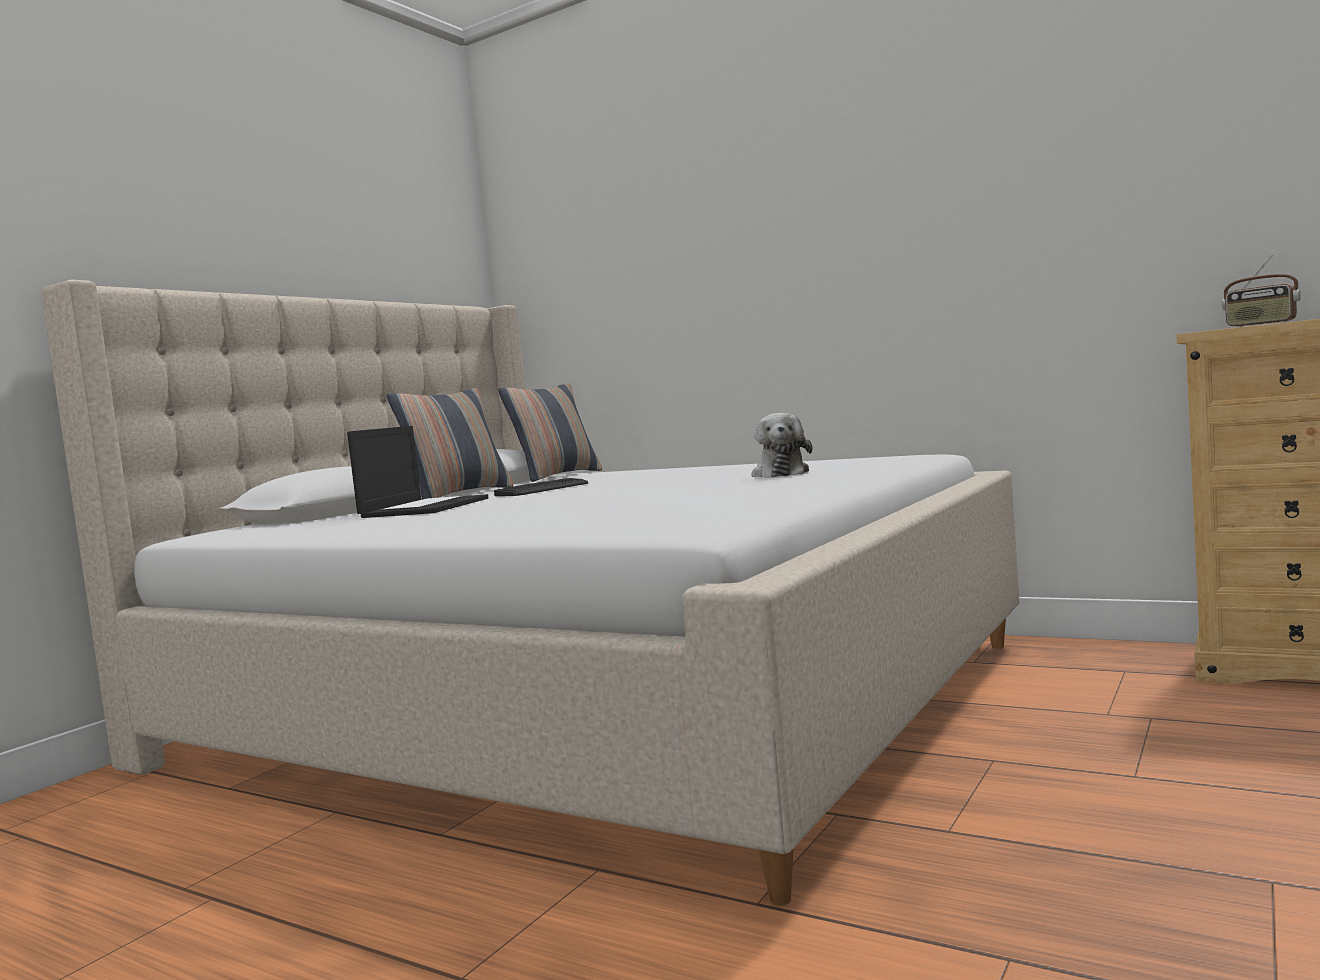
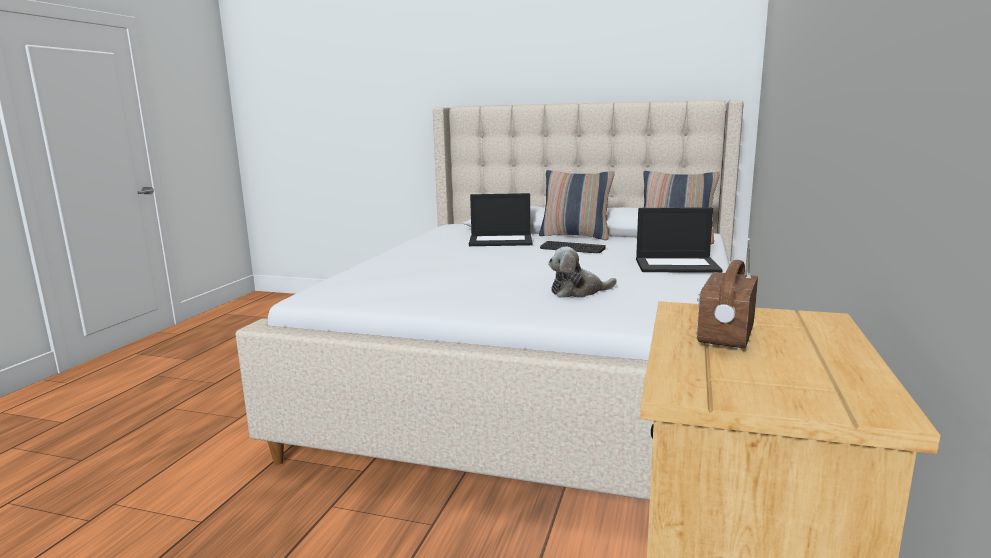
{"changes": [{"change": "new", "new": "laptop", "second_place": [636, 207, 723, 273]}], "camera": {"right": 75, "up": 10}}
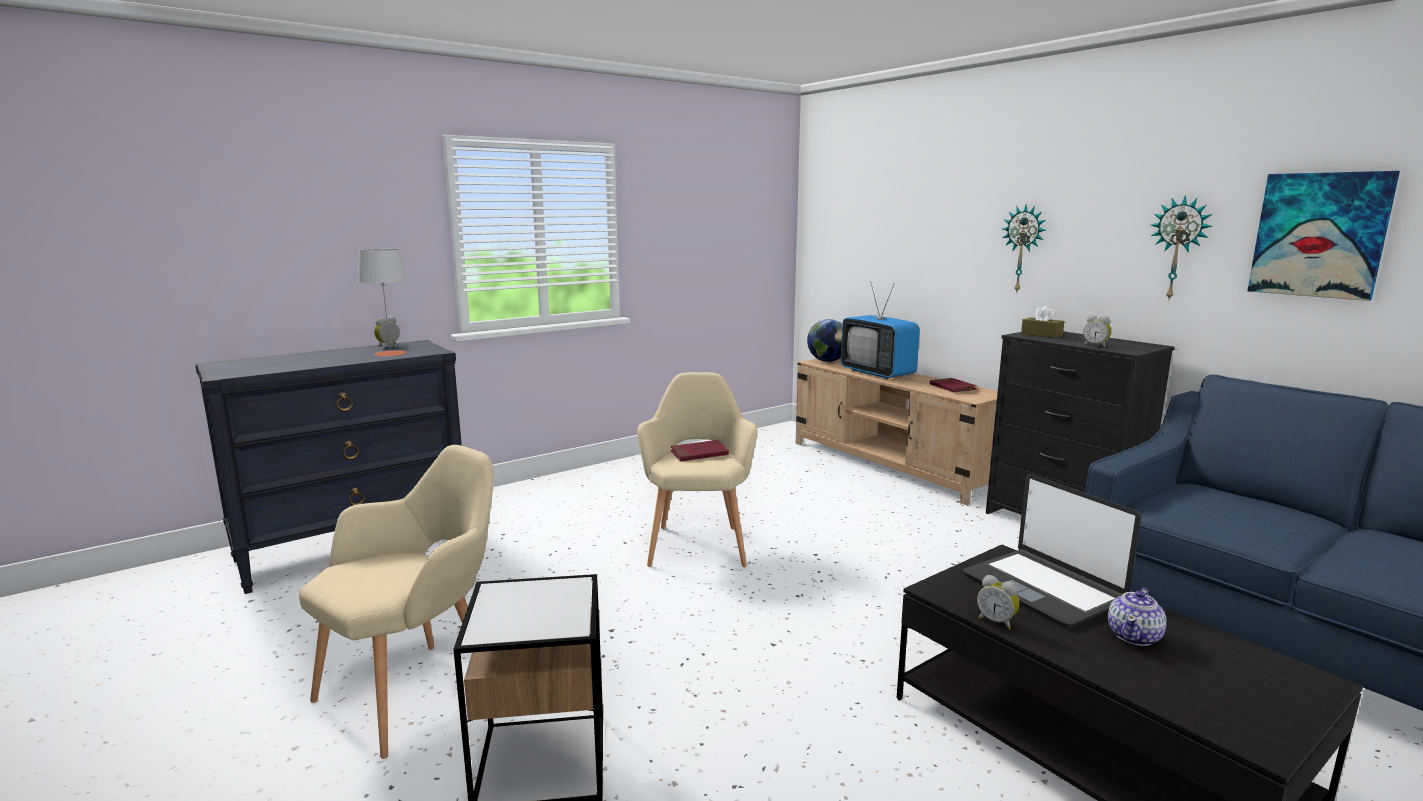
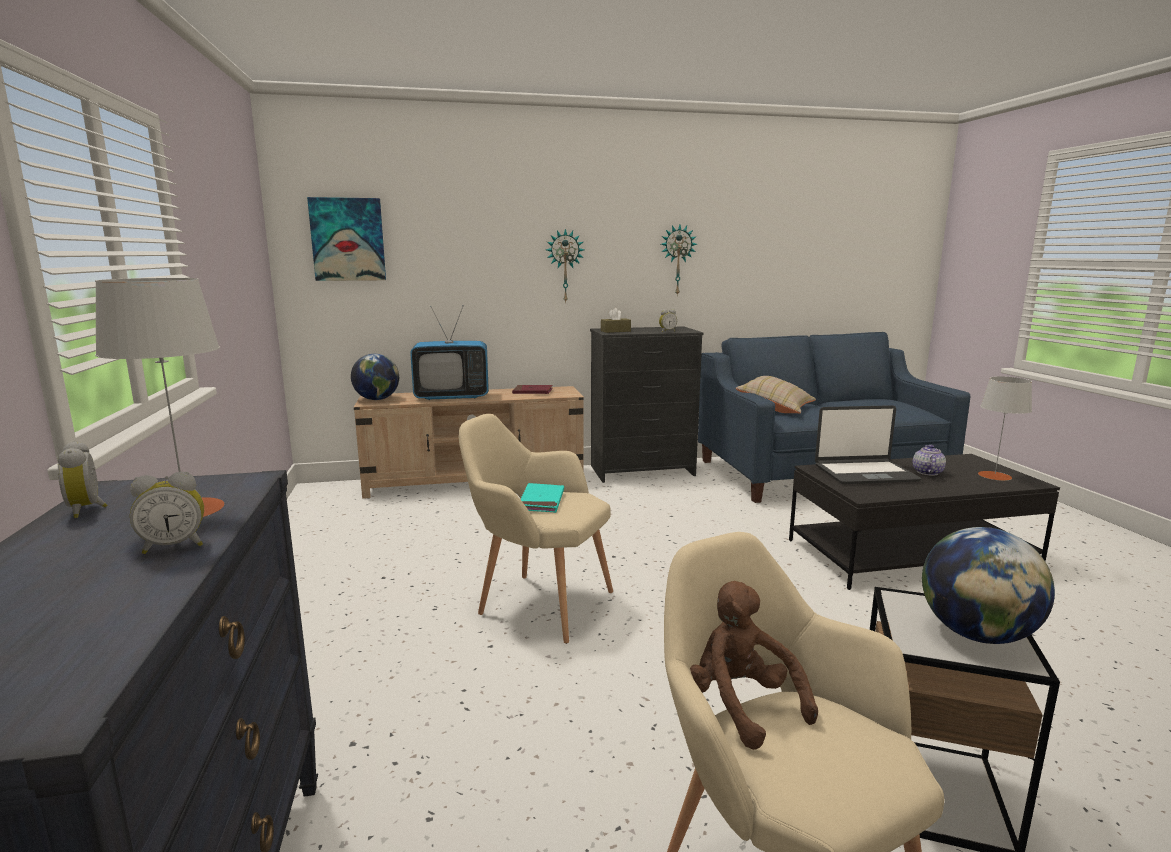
{"changes": [{"change": "repainted", "old": "red book", "new": "turquoise book", "first_place": [671, 440, 729, 462], "second_place": [521, 483, 564, 513]}, {"change": "shifted", "old": "alarm clock", "first_place": [977, 575, 1019, 630], "second_place": [130, 472, 204, 554]}, {"change": "rotated", "old": "teapot", "first_place": [1108, 588, 1167, 646], "second_place": [912, 445, 946, 476], "degrees": -135}, {"change": "shifted", "old": "picture", "first_place": [1247, 171, 1400, 301], "second_place": [307, 197, 386, 281]}, {"change": "new", "new": "brown plush toy", "second_place": [690, 581, 818, 750]}, {"change": "new", "new": "beige pillow", "second_place": [735, 376, 816, 413]}, {"change": "new", "new": "globe", "second_place": [922, 527, 1055, 644]}, {"change": "new", "new": "grey table lamp", "second_place": [978, 376, 1032, 481]}], "camera": {"right": -65, "up": 0}}
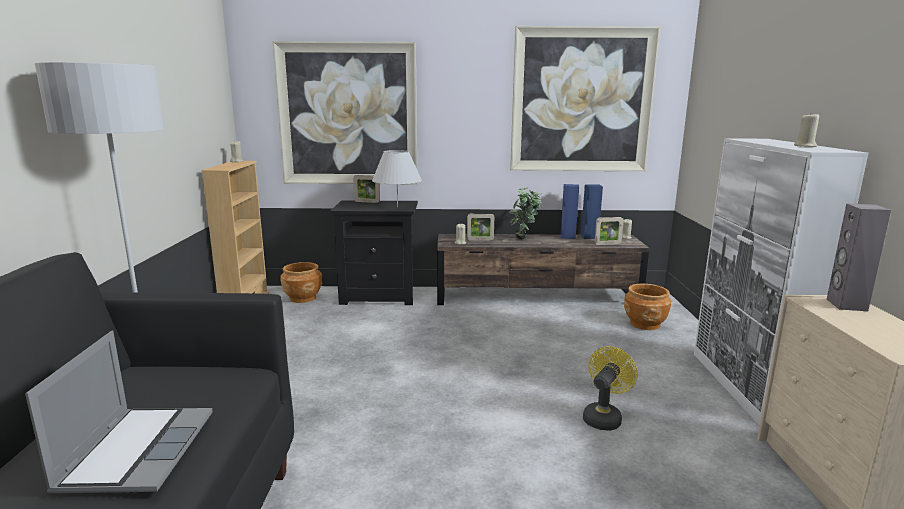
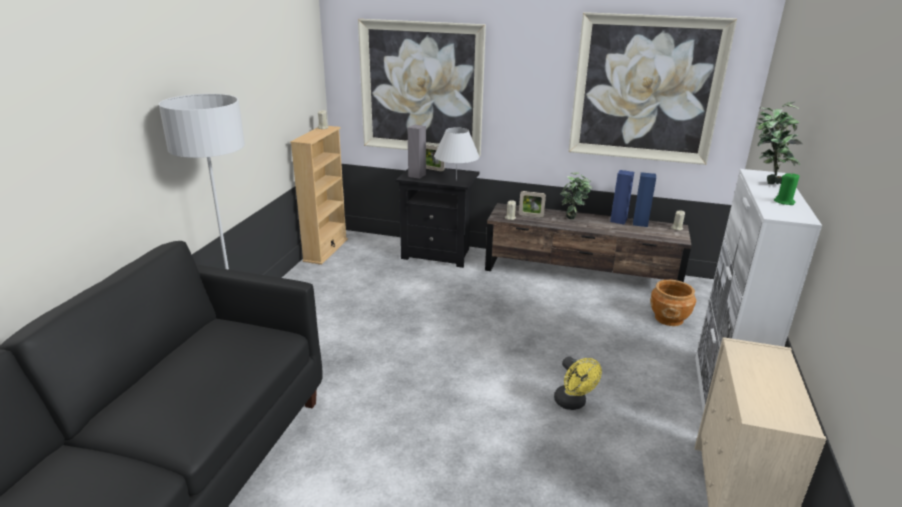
{"changes": [{"change": "gone", "old": "laptop", "first_place": [25, 331, 213, 493]}, {"change": "gone", "old": "brown planter", "first_place": [281, 262, 322, 303]}, {"change": "rotated", "old": "yellow fan", "first_place": [583, 346, 638, 431], "second_place": [554, 356, 602, 410], "degrees": 105}, {"change": "gone", "old": "picture frame", "first_place": [595, 217, 624, 245]}, {"change": "repainted", "old": "beige candle", "new": "green candle", "first_place": [794, 112, 819, 147], "second_place": [774, 172, 799, 205]}, {"change": "shifted", "old": "grey speaker", "first_place": [826, 203, 891, 311], "second_place": [408, 125, 426, 179]}, {"change": "new", "new": "potted plant", "second_place": [756, 102, 803, 184]}], "camera": {"right": 15, "up": 10}}
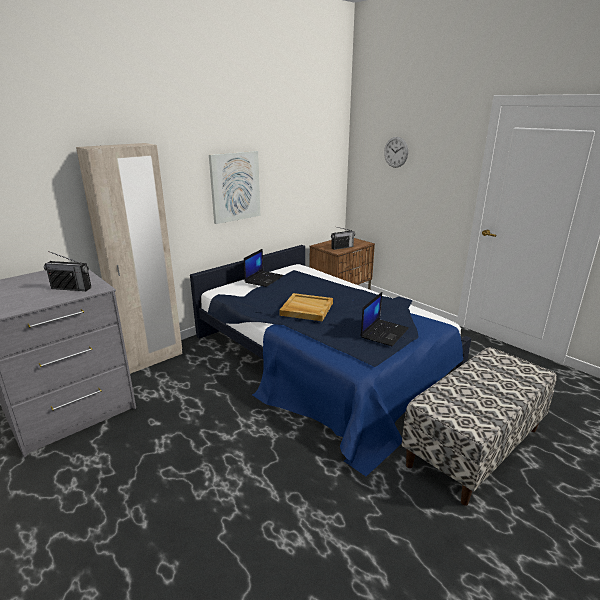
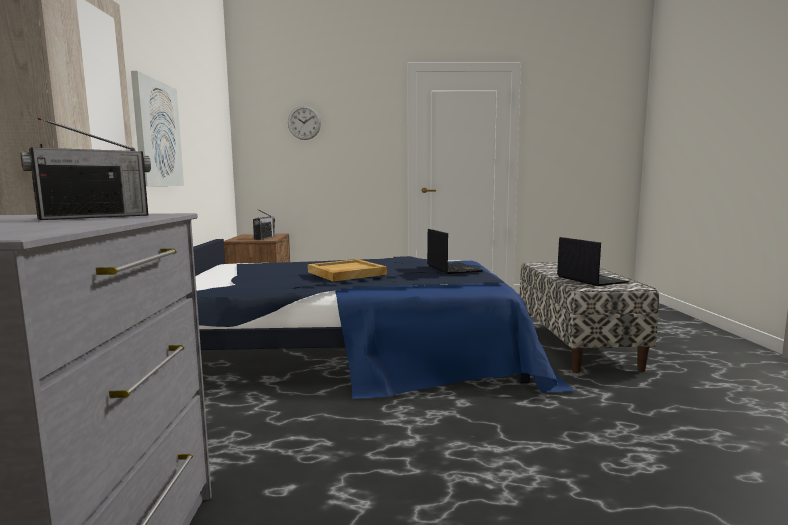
{"changes": [{"change": "shifted", "old": "laptop", "first_place": [244, 249, 284, 287], "second_place": [557, 237, 629, 286]}], "camera": {"right": -50, "up": -15}}
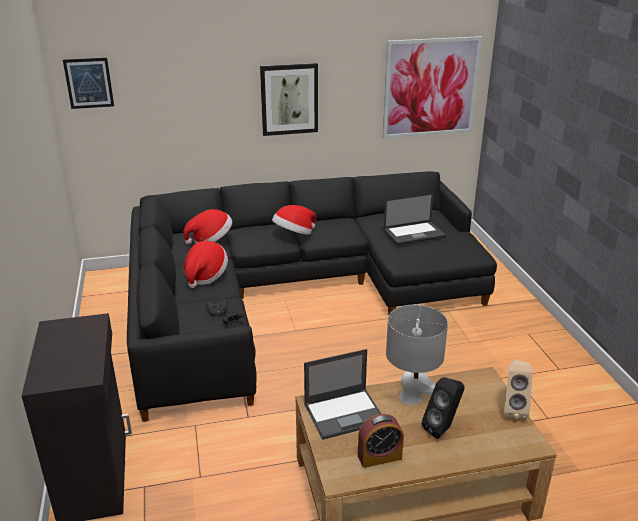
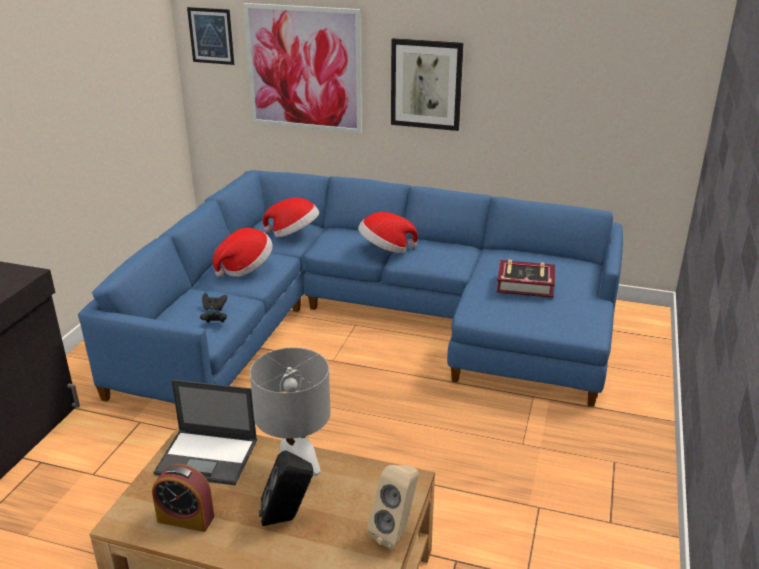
{"changes": [{"change": "repainted", "old": "black sofa", "new": "blue sofa", "first_place": [127, 171, 497, 422], "second_place": [78, 170, 623, 407]}, {"change": "shifted", "old": "picture", "first_place": [383, 36, 482, 138], "second_place": [243, 3, 362, 134]}, {"change": "swapped", "old": "laptop", "new": "book", "first_place": [384, 193, 445, 245], "second_place": [496, 260, 555, 298]}], "camera": {"right": 30, "up": 0}}
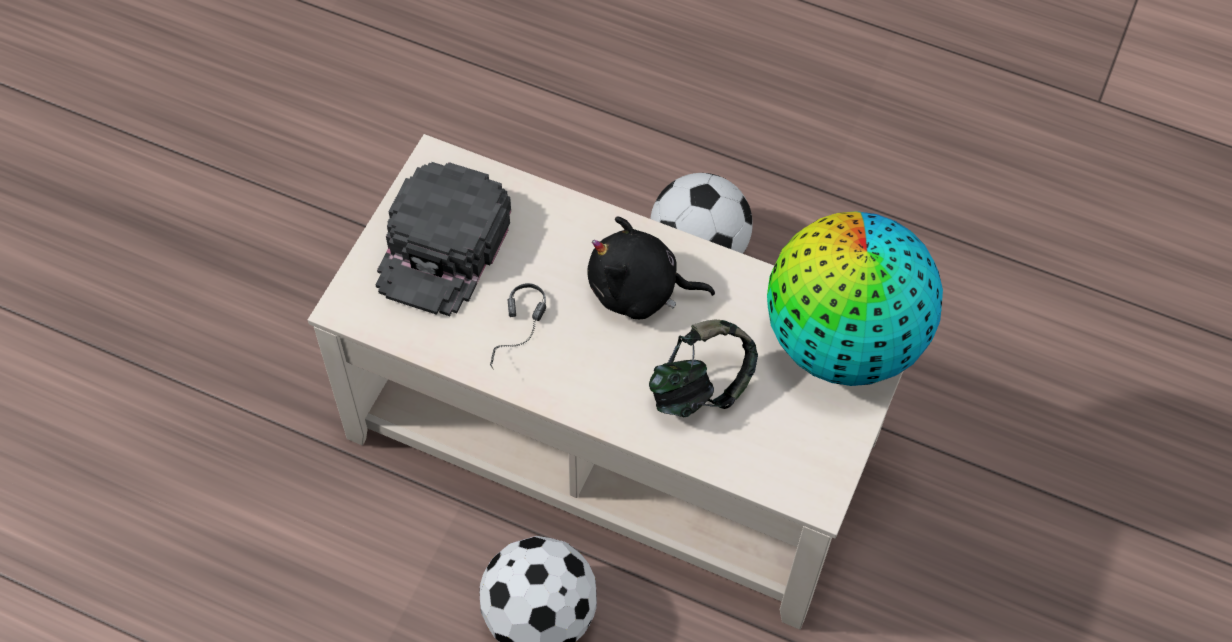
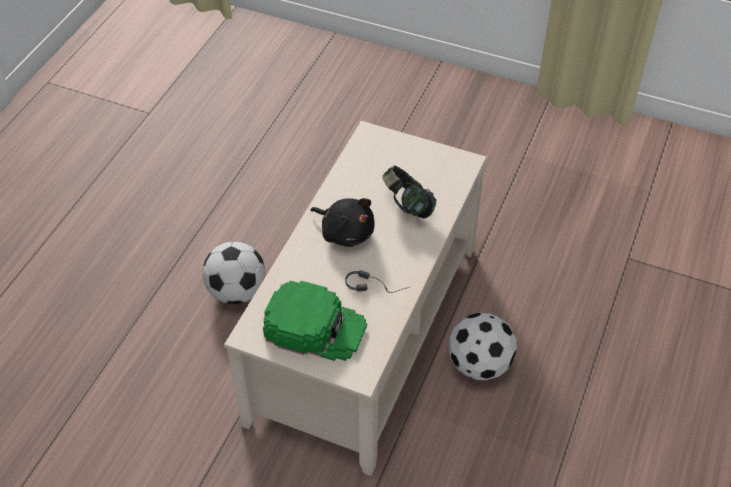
{"changes": [{"change": "repainted", "old": "black cap", "new": "green cap", "first_place": [375, 162, 511, 316], "second_place": [263, 281, 367, 361]}, {"change": "rotated", "old": "black plush toy", "first_place": [587, 217, 715, 319], "second_place": [311, 198, 375, 247], "degrees": -60}, {"change": "gone", "old": "globe", "first_place": [767, 211, 943, 386]}], "camera": {"right": -90, "up": -10}}
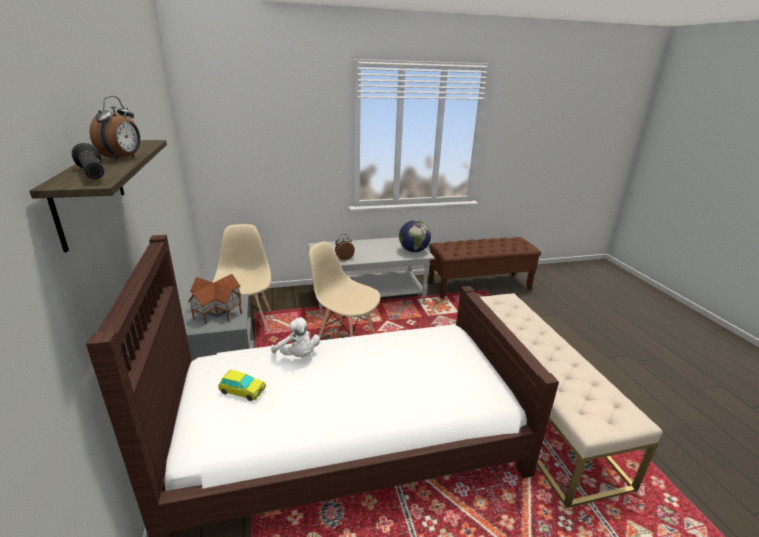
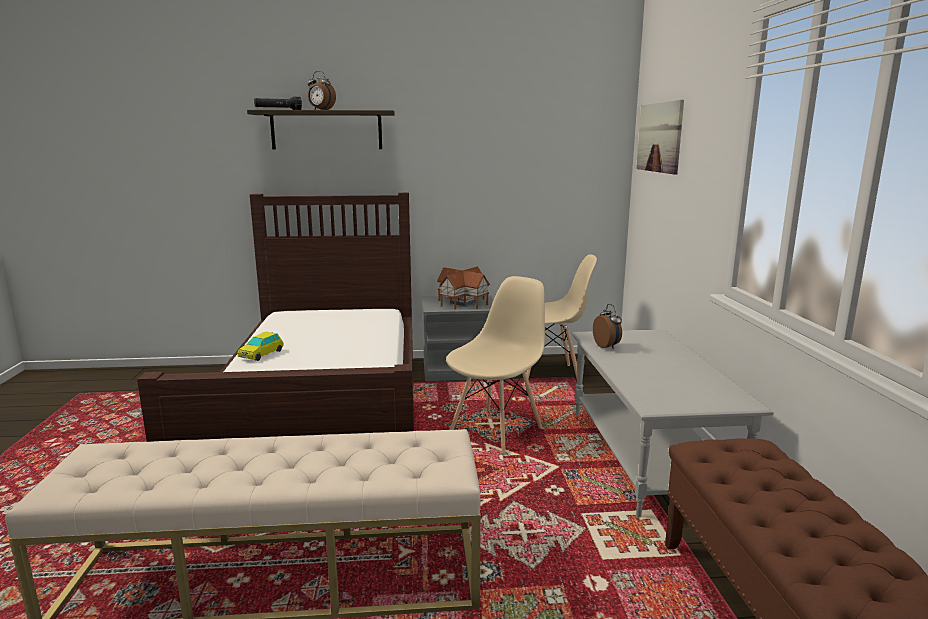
{"changes": [{"change": "shifted", "old": "toy car", "first_place": [218, 370, 266, 401], "second_place": [237, 332, 284, 361]}, {"change": "gone", "old": "white plush toy", "first_place": [271, 317, 320, 357]}, {"change": "gone", "old": "globe", "first_place": [399, 220, 431, 252]}, {"change": "new", "new": "picture", "second_place": [636, 100, 684, 174]}], "camera": {"right": 100, "up": -10}}
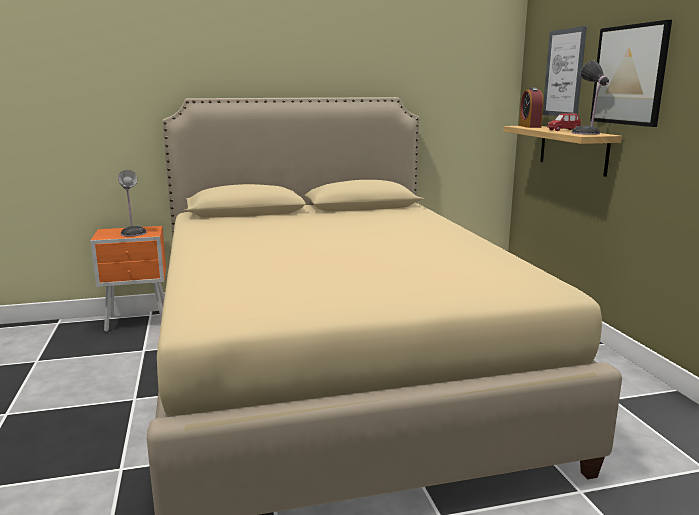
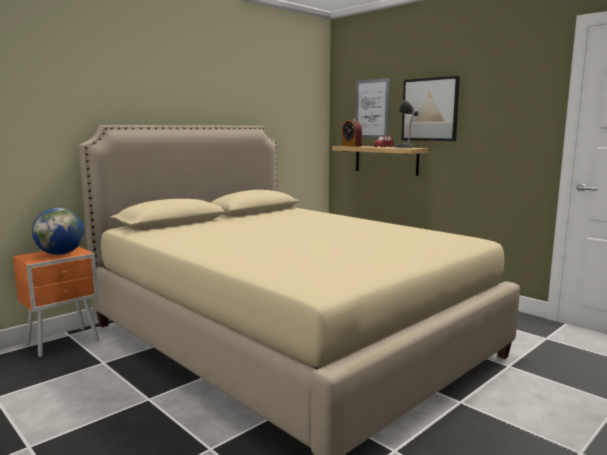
{"changes": [{"change": "swapped", "old": "table lamp", "new": "globe", "first_place": [118, 170, 147, 237], "second_place": [32, 208, 84, 255]}], "camera": {"right": -30, "up": -5}}
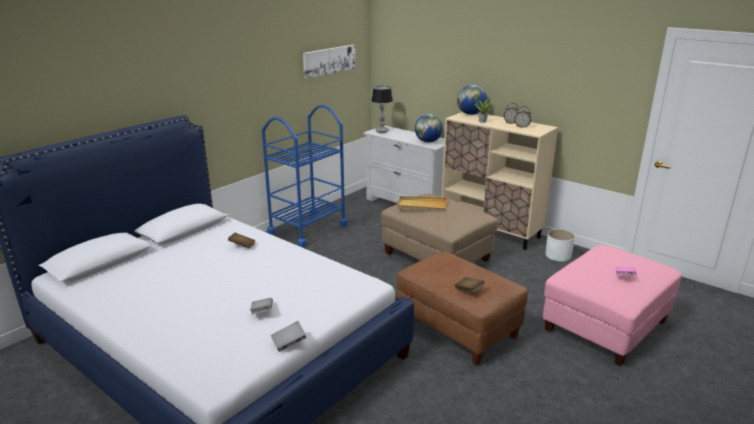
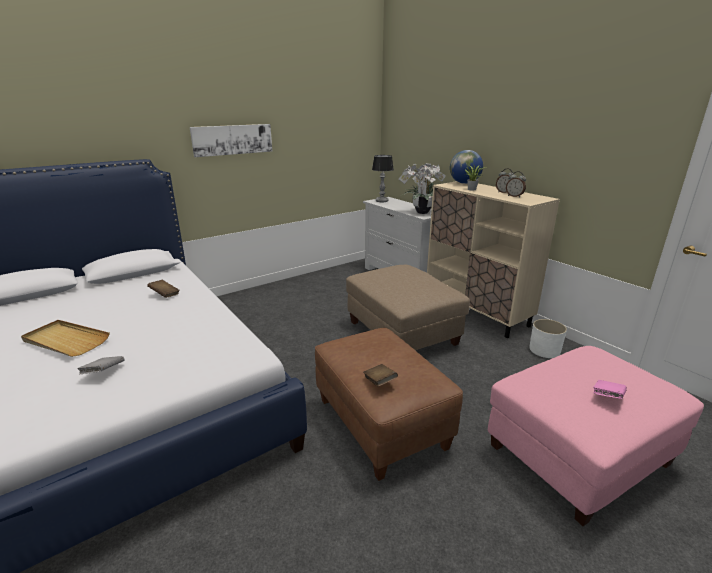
{"changes": [{"change": "gone", "old": "blue cart", "first_place": [262, 105, 348, 248]}, {"change": "gone", "old": "grey book", "first_place": [271, 321, 307, 352]}, {"change": "shifted", "old": "picture", "first_place": [303, 45, 355, 79], "second_place": [190, 124, 272, 157]}, {"change": "shifted", "old": "beige tray", "first_place": [397, 196, 448, 210], "second_place": [21, 320, 110, 357]}, {"change": "swapped", "old": "globe", "new": "potted plant", "first_place": [415, 114, 443, 143], "second_place": [399, 163, 446, 214]}], "camera": {"right": 15, "up": 0}}
